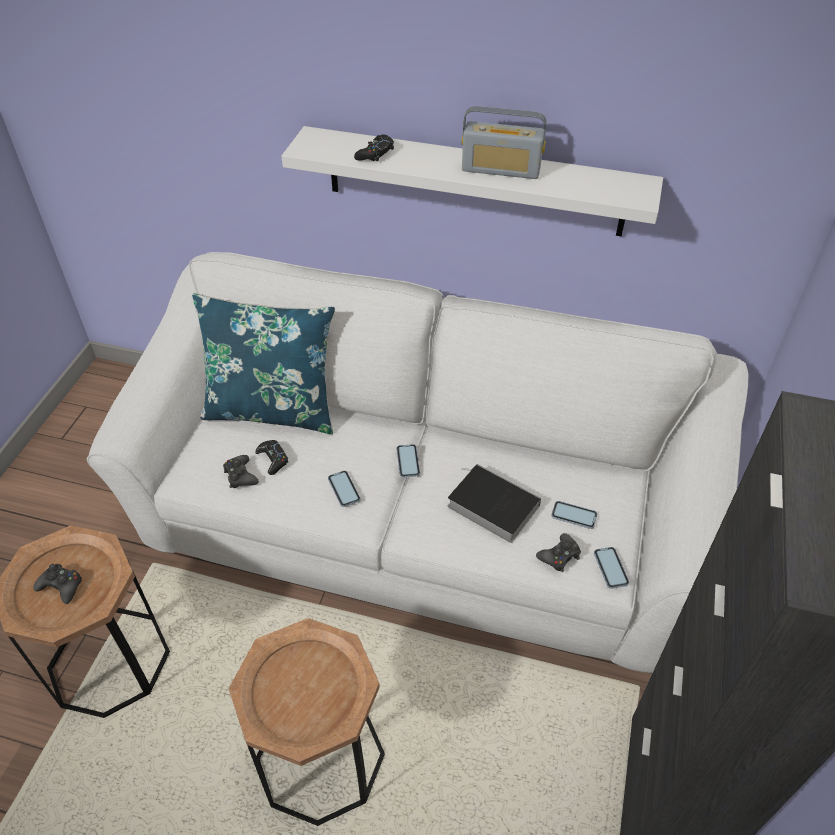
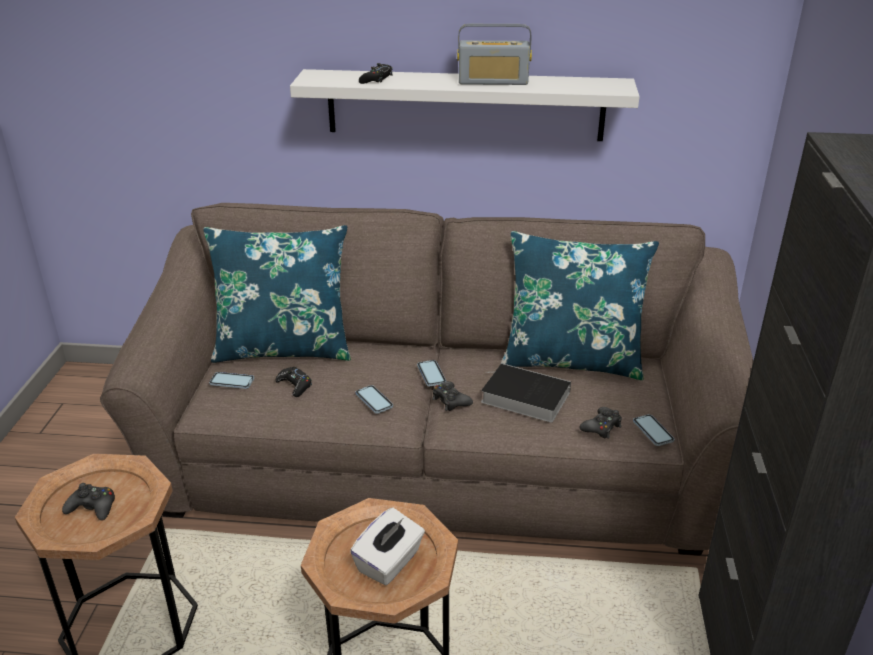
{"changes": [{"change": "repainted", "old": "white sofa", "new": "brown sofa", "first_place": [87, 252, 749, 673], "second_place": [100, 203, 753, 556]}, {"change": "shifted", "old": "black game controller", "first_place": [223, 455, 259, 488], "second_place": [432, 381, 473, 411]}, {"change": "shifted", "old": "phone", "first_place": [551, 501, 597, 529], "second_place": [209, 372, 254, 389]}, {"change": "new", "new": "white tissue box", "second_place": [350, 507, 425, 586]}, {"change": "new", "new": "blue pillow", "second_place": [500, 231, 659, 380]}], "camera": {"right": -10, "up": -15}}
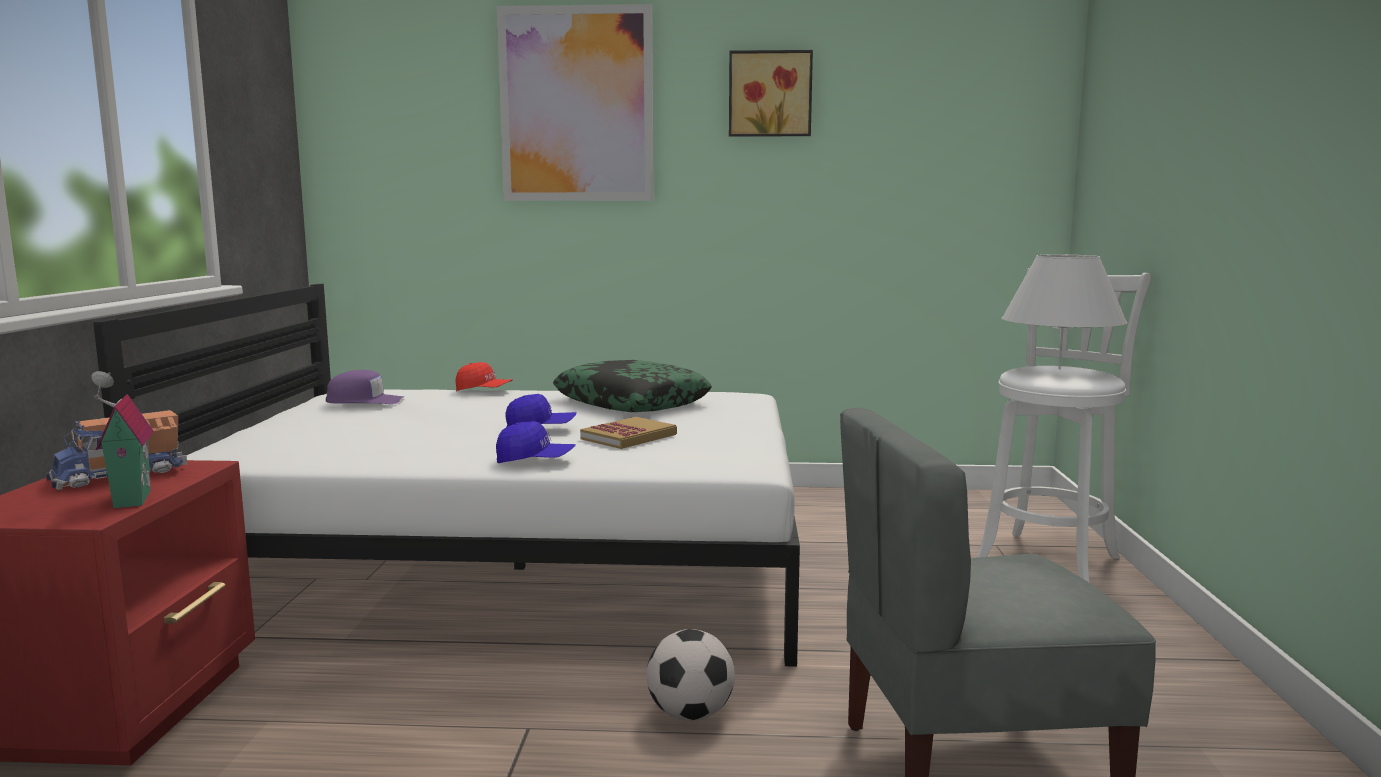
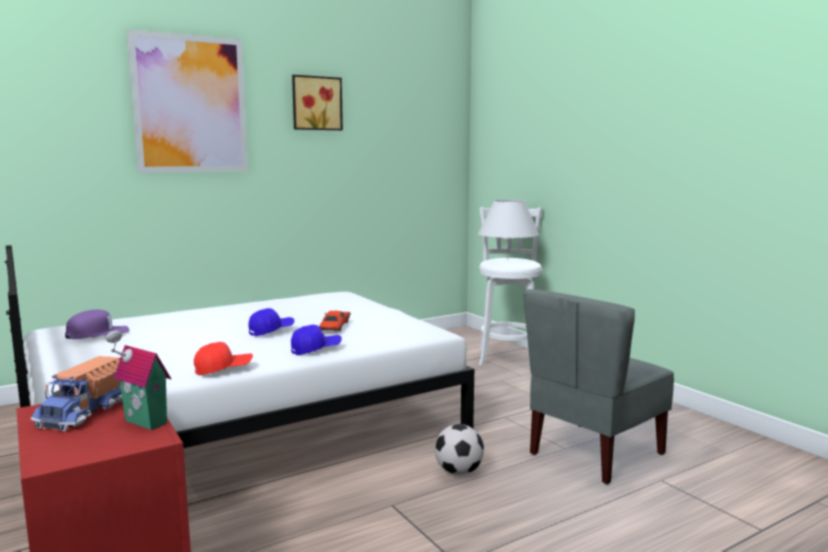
{"changes": [{"change": "shifted", "old": "red cap", "first_place": [456, 362, 512, 391], "second_place": [194, 342, 253, 375]}, {"change": "gone", "old": "pillow", "first_place": [553, 360, 712, 412]}, {"change": "swapped", "old": "book", "new": "red toy car", "first_place": [580, 417, 677, 449], "second_place": [319, 311, 351, 332]}], "camera": {"right": -35, "up": 0}}
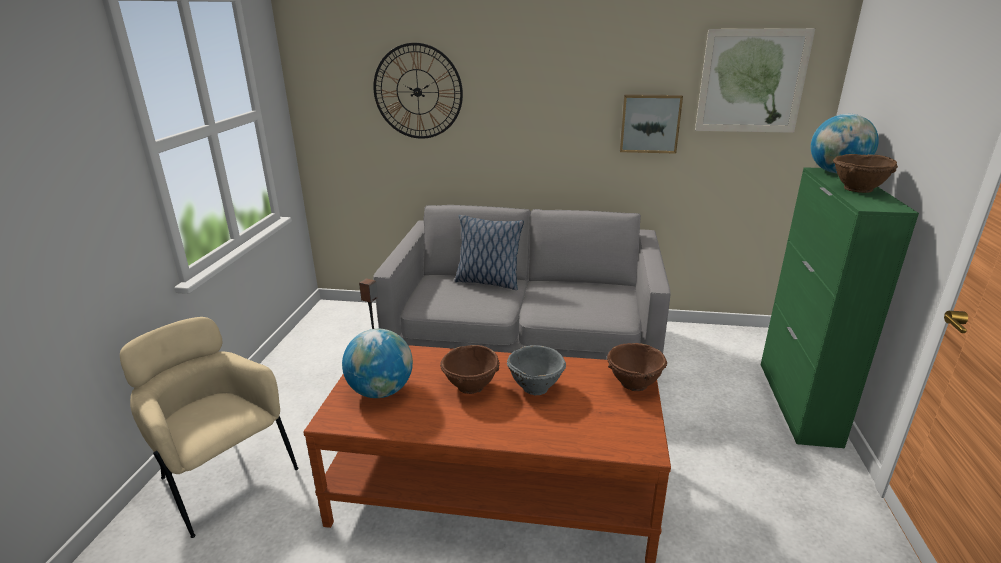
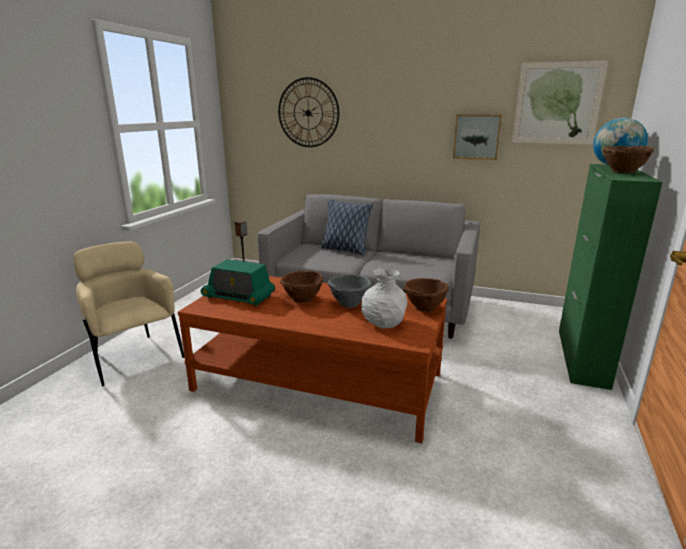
{"changes": [{"change": "swapped", "old": "globe", "new": "radio", "first_place": [342, 329, 413, 398], "second_place": [201, 259, 275, 306]}, {"change": "new", "new": "white vase", "second_place": [361, 268, 408, 329]}], "camera": {"right": 10, "up": -5}}
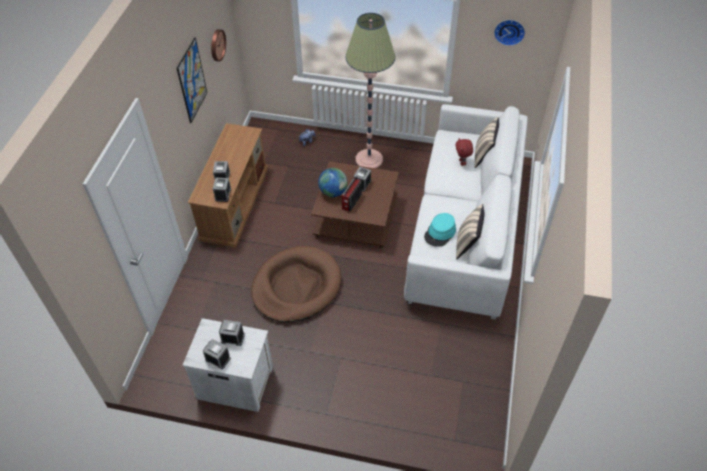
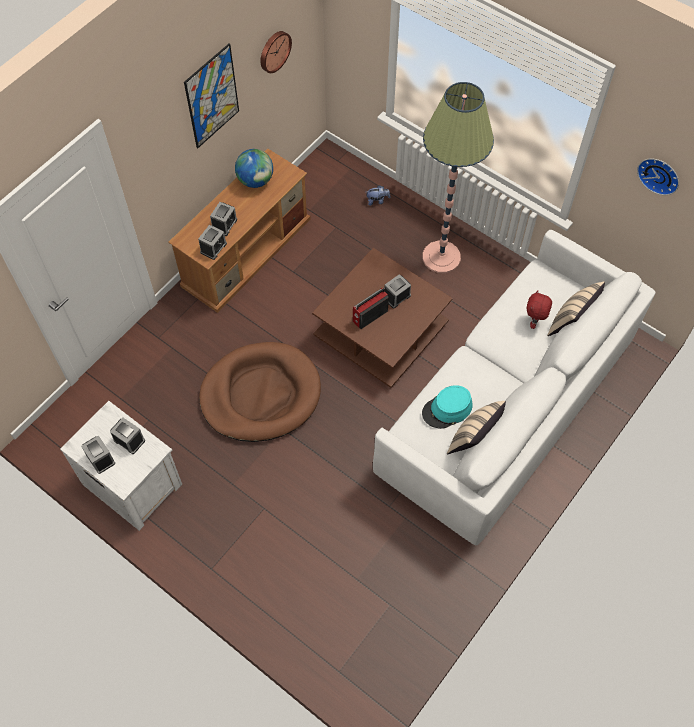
{"changes": [{"change": "shifted", "old": "globe", "first_place": [318, 168, 347, 197], "second_place": [235, 149, 273, 188]}], "camera": {"right": 25, "up": 10}}
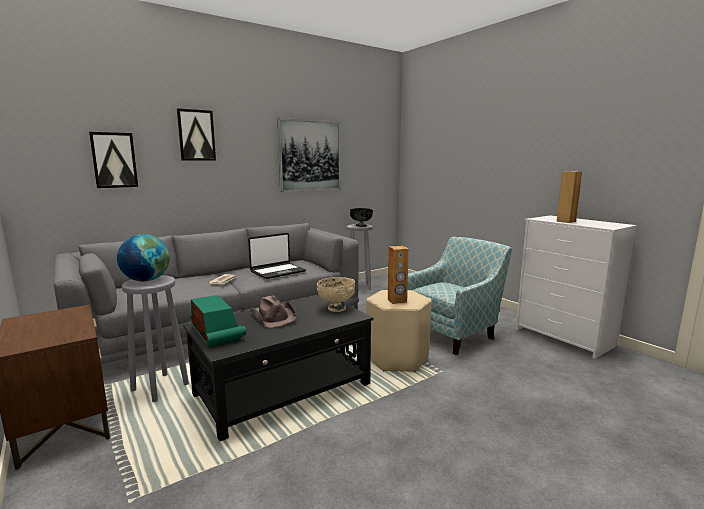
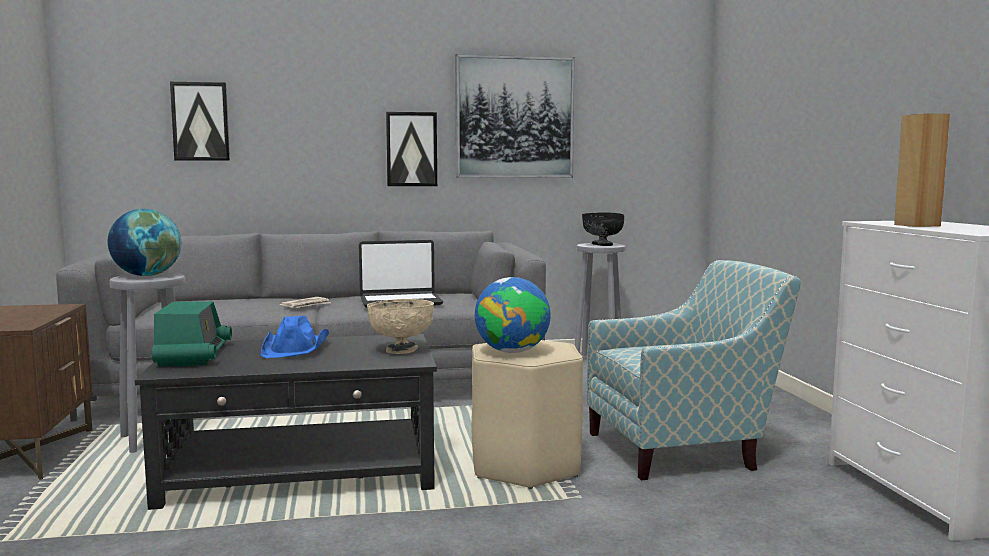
{"changes": [{"change": "shifted", "old": "picture", "first_place": [177, 108, 216, 161], "second_place": [386, 112, 437, 186]}, {"change": "repainted", "old": "brown hat", "new": "blue hat", "first_place": [250, 296, 297, 328], "second_place": [261, 316, 329, 358]}, {"change": "swapped", "old": "brown speaker", "new": "globe", "first_place": [388, 246, 409, 304], "second_place": [475, 277, 551, 353]}], "camera": {"right": 25, "up": -5}}
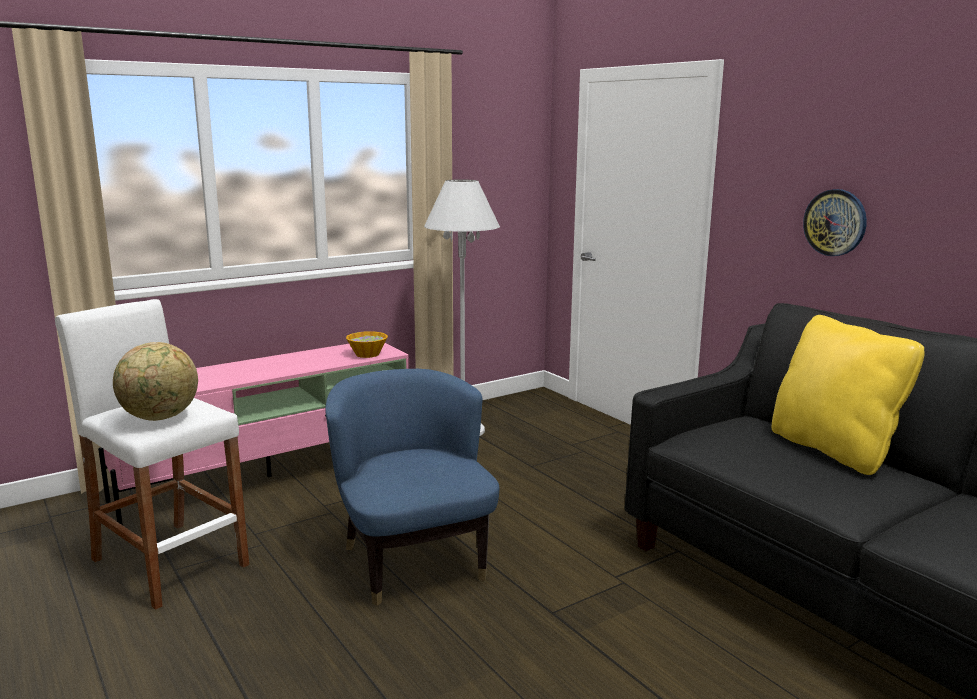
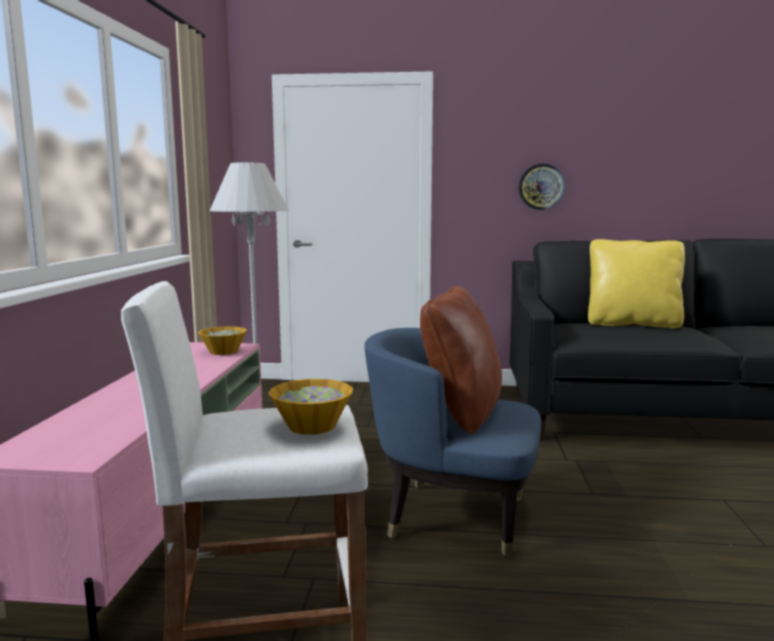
{"changes": [{"change": "swapped", "old": "globe", "new": "bowl", "first_place": [113, 342, 198, 421], "second_place": [269, 379, 353, 435]}, {"change": "new", "new": "brown pillow", "second_place": [420, 285, 502, 435]}], "camera": {"right": -50, "up": -5}}
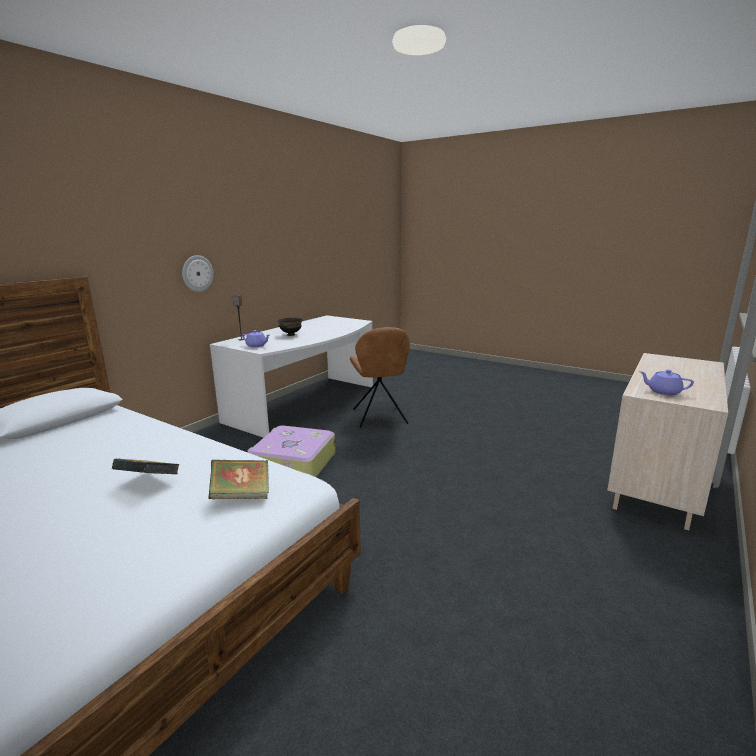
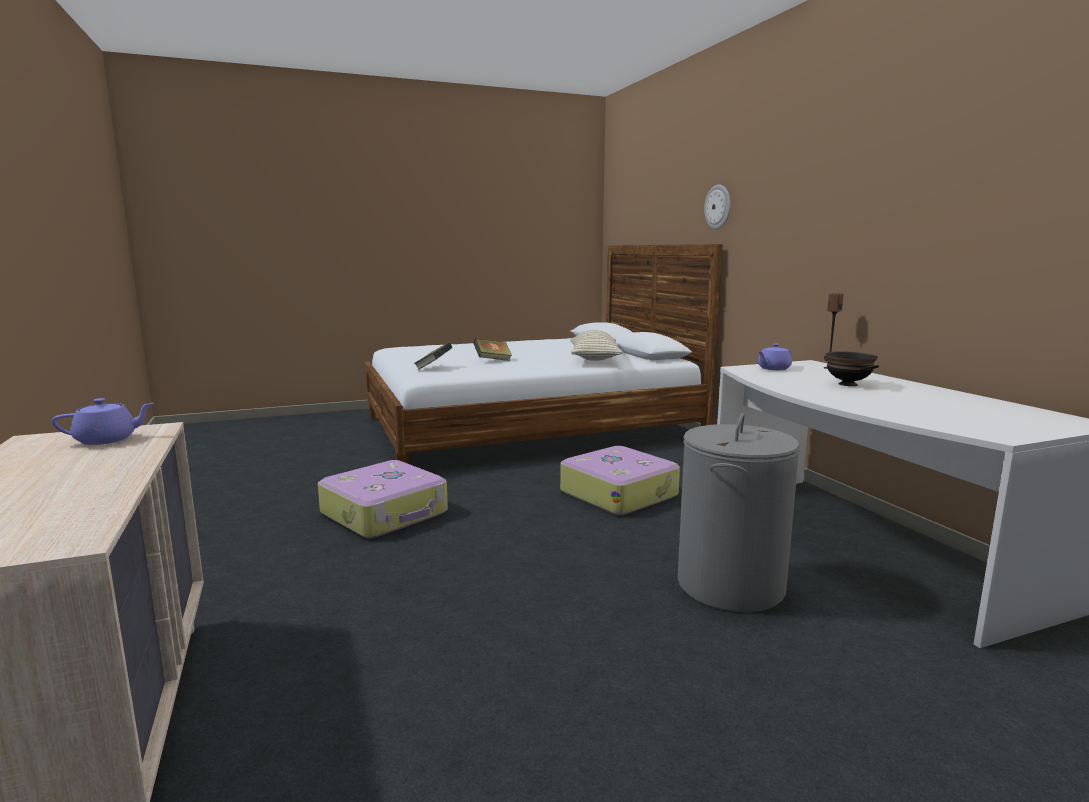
{"changes": [{"change": "shifted", "old": "wall clock", "first_place": [182, 255, 214, 292], "second_place": [704, 184, 731, 229]}, {"change": "swapped", "old": "brown chair", "new": "grey laundry basket", "first_place": [350, 327, 410, 428], "second_place": [678, 413, 800, 612]}, {"change": "new", "new": "suitcase", "second_place": [318, 460, 448, 538]}, {"change": "new", "new": "pillow", "second_place": [570, 330, 622, 361]}], "camera": {"right": 125, "up": -5}}
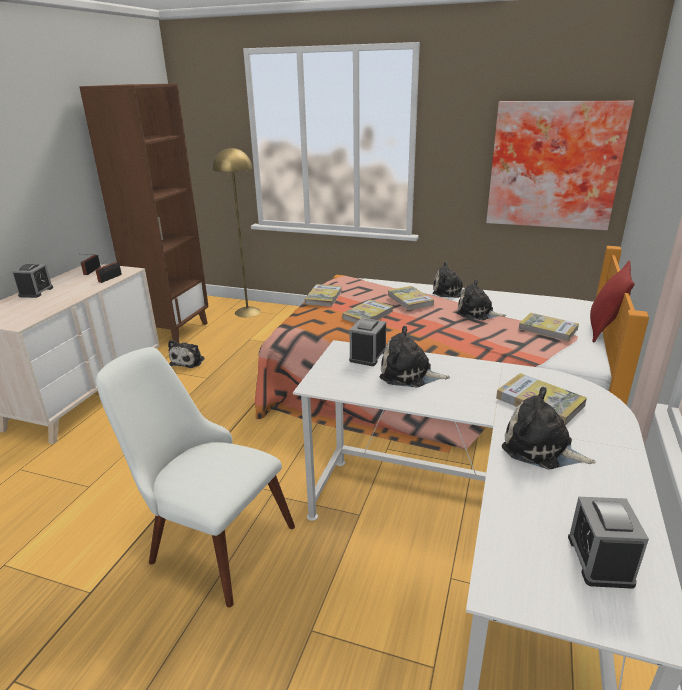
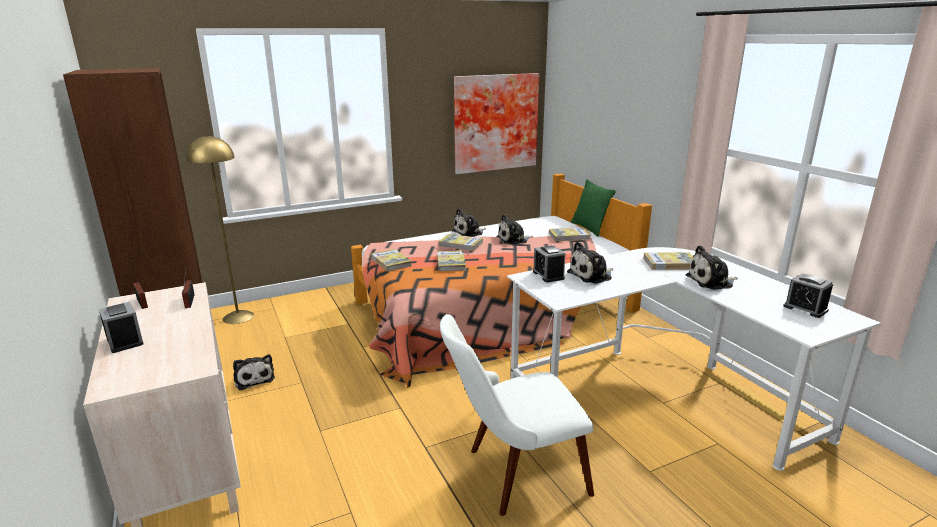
{"changes": [{"change": "repainted", "old": "red pillow", "new": "green pillow", "first_place": [590, 261, 635, 342], "second_place": [571, 179, 616, 237]}], "camera": {"right": -45, "up": -5}}
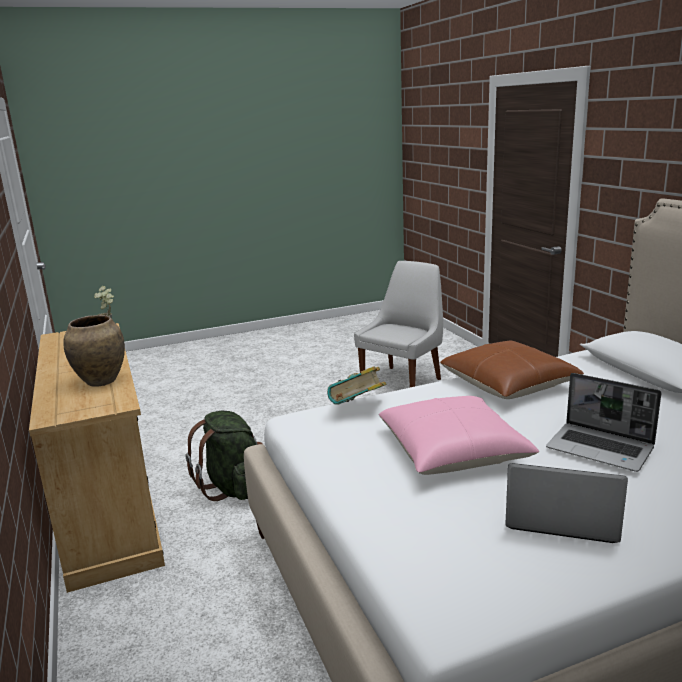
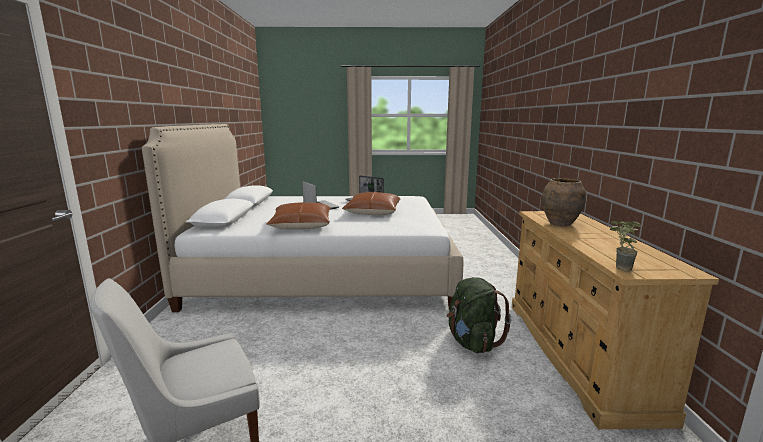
{"changes": [{"change": "gone", "old": "book", "first_place": [327, 367, 386, 405]}, {"change": "repainted", "old": "pink pillow", "new": "brown pillow", "first_place": [379, 396, 540, 475], "second_place": [342, 192, 400, 215]}], "camera": {"right": -160, "up": -5}}
